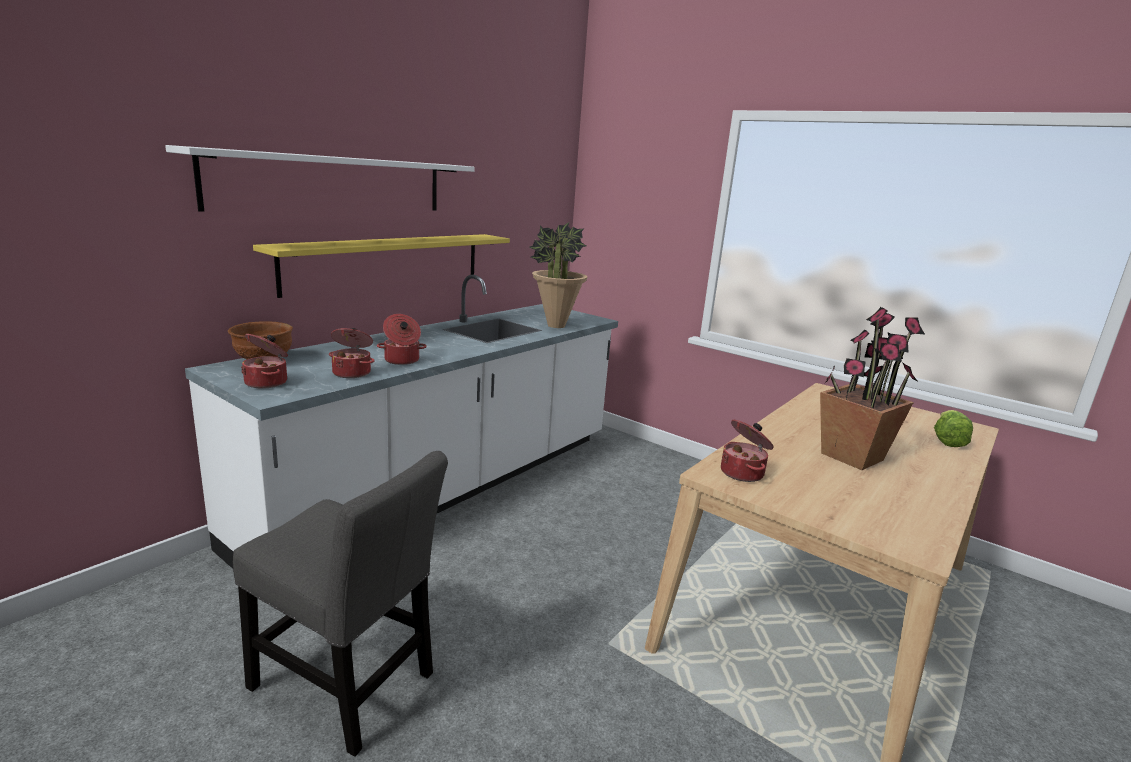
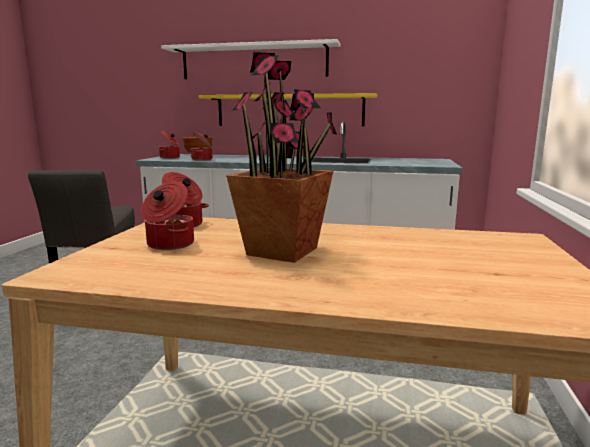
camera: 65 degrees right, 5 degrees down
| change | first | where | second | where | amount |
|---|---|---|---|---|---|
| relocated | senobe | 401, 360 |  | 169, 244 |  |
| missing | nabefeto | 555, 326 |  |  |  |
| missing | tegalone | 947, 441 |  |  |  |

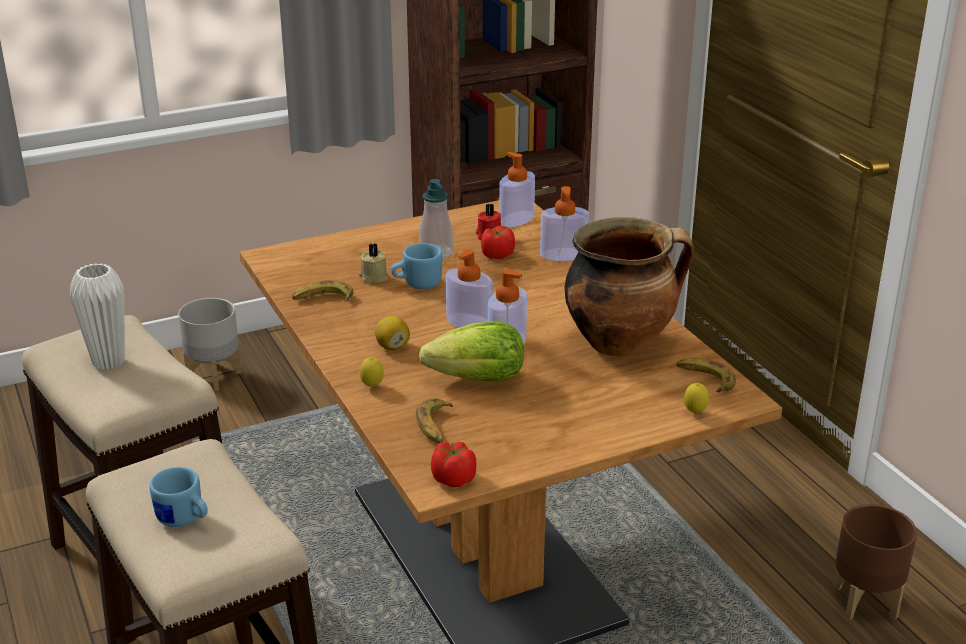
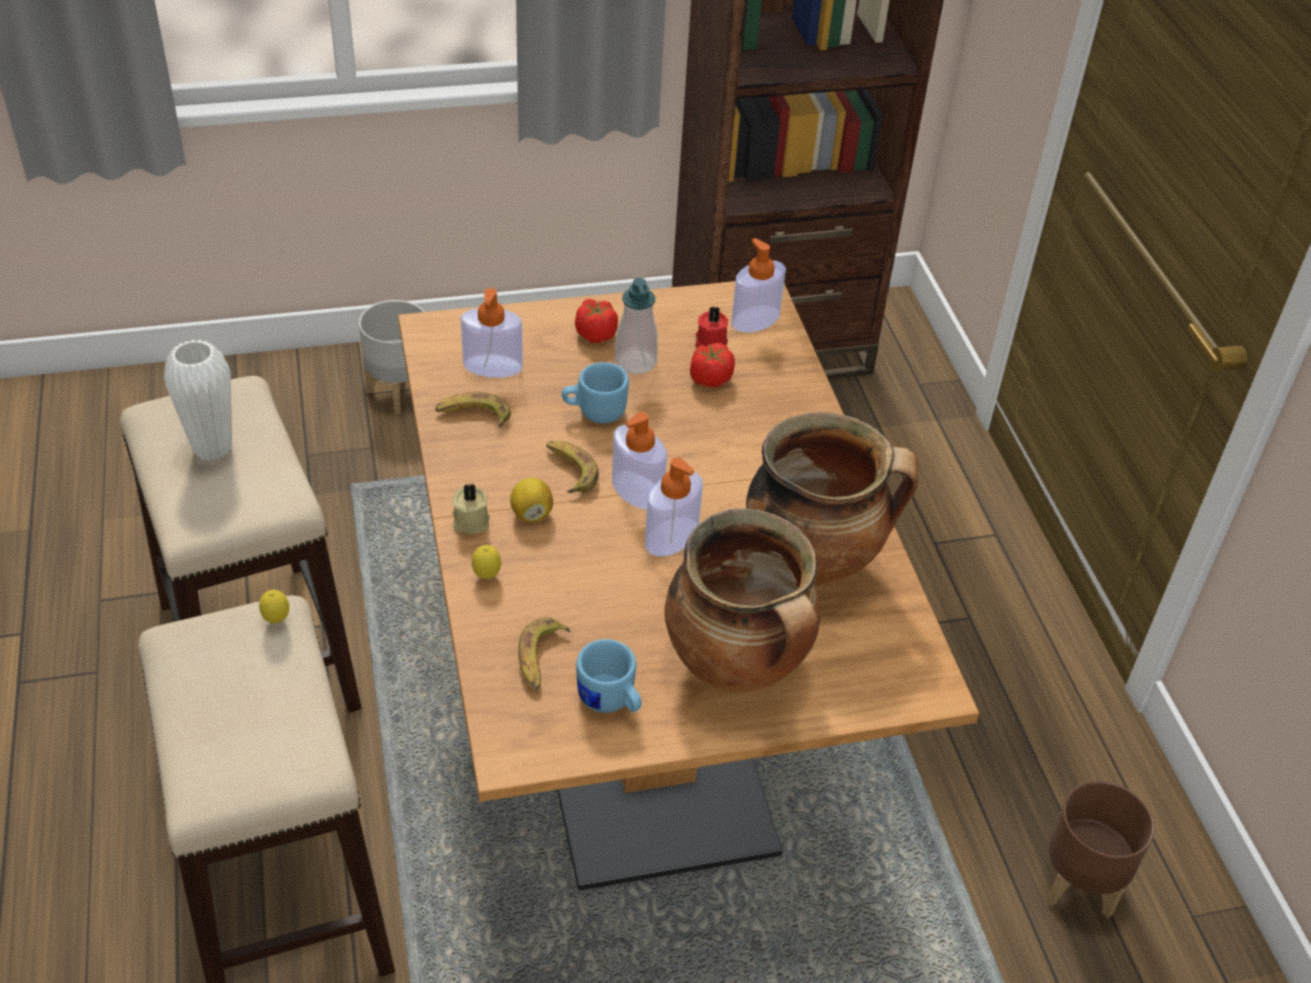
camera: 10 degrees right, 15 degrees up
| change | first | where | second | where | amount |
|---|---|---|---|---|---|
| relocated | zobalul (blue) | 184, 520 |  | 610, 702 |  |
| relocated | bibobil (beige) | 373, 277 |  | 470, 521 |  |
| missing | tegalone | 478, 379 |  |  |  |
| relocated | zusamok | 453, 478 |  | 596, 334 |  |
| relocated | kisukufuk | 563, 255 |  | 492, 366 |  |
| relocated | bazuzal | 705, 379 |  | 570, 470 |  |
| relocated | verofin | 695, 413 |  | 276, 620 |  |
| appeared |  |  | senobe | 739, 668 |  |

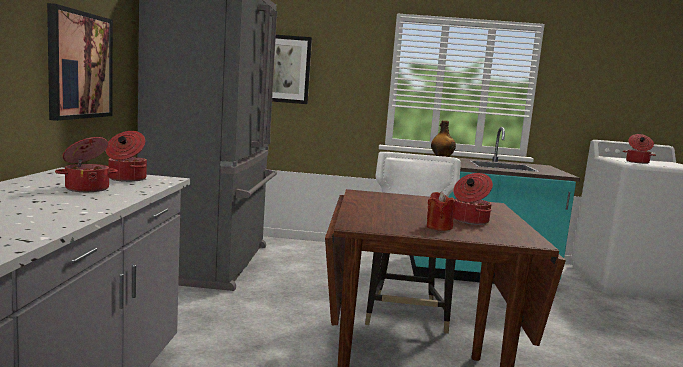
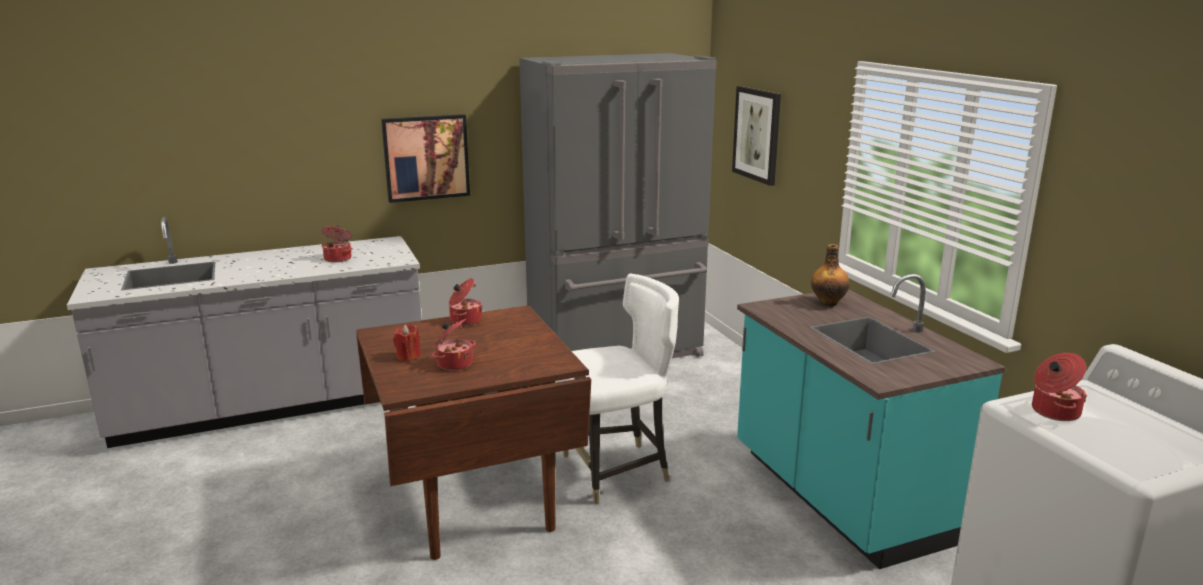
camera: 65 degrees right, 10 degrees up
| change | first | where | second | where | amount |
|---|---|---|---|---|---|
| relocated | senobe | 126, 179 |  | 465, 320 |  |

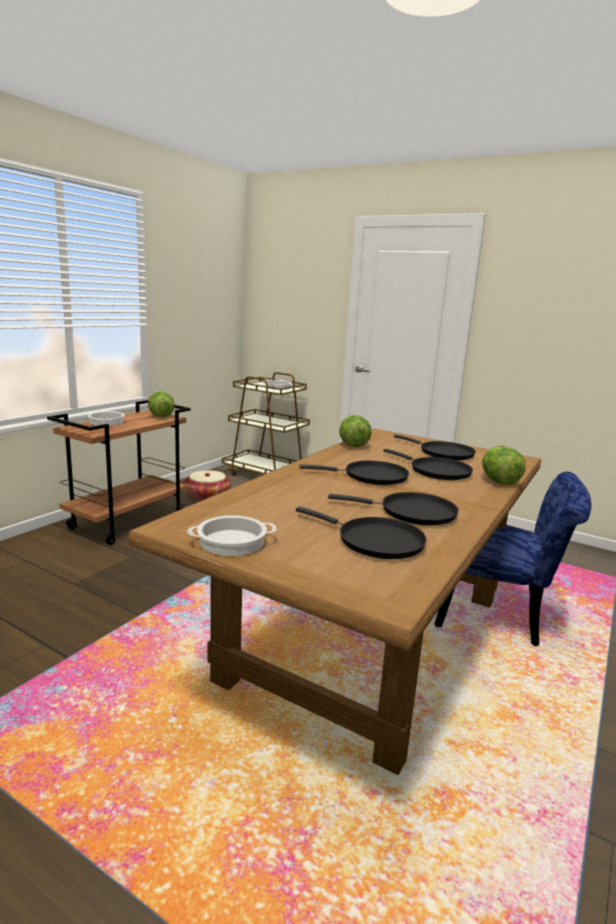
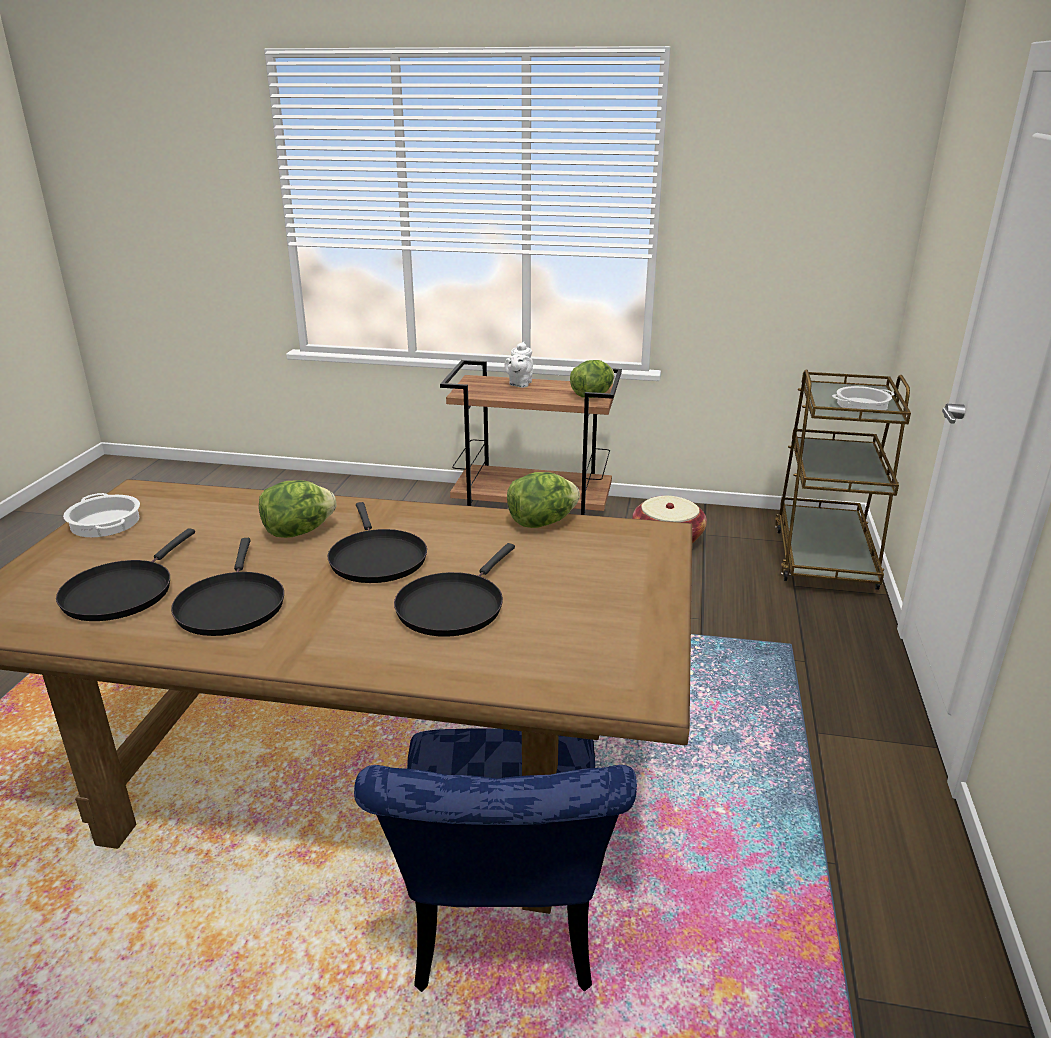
camera: 70 degrees right, 10 degrees up
| change | first | where | second | where | amount |
|---|---|---|---|---|---|
| exchanged | senobe | 106, 422 | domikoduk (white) | 519, 384 |  |
| missing | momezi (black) | 443, 453 |  |  |  |
| relocated | tegalone | 499, 481 |  | 298, 532 |  |

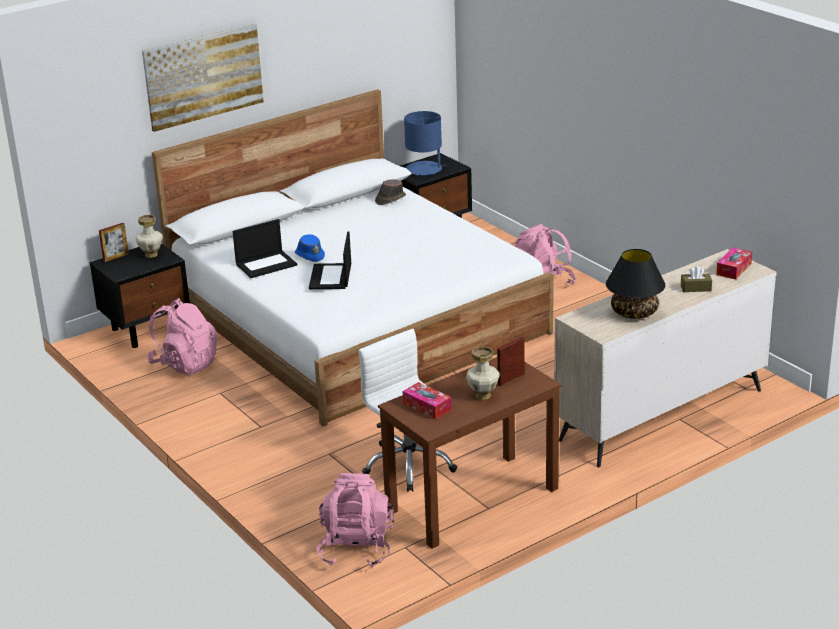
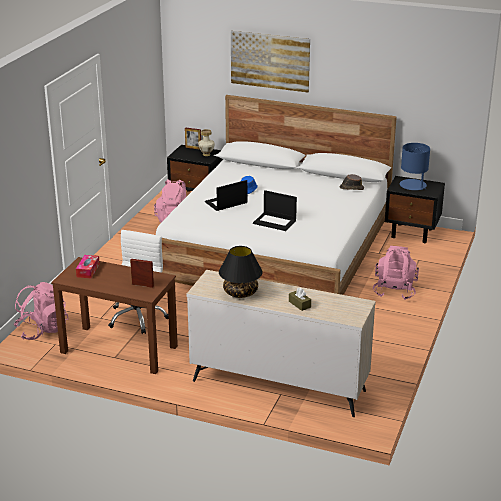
camera: 55 degrees right, 0 degrees up
| change | first | where | second | where | amount |
|---|---|---|---|---|---|
| relocated | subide | 266, 264 |  | 275, 222 |  |
| missing | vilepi | 482, 395 |  |  |  |
| missing | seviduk | 733, 269 |  |  |  |

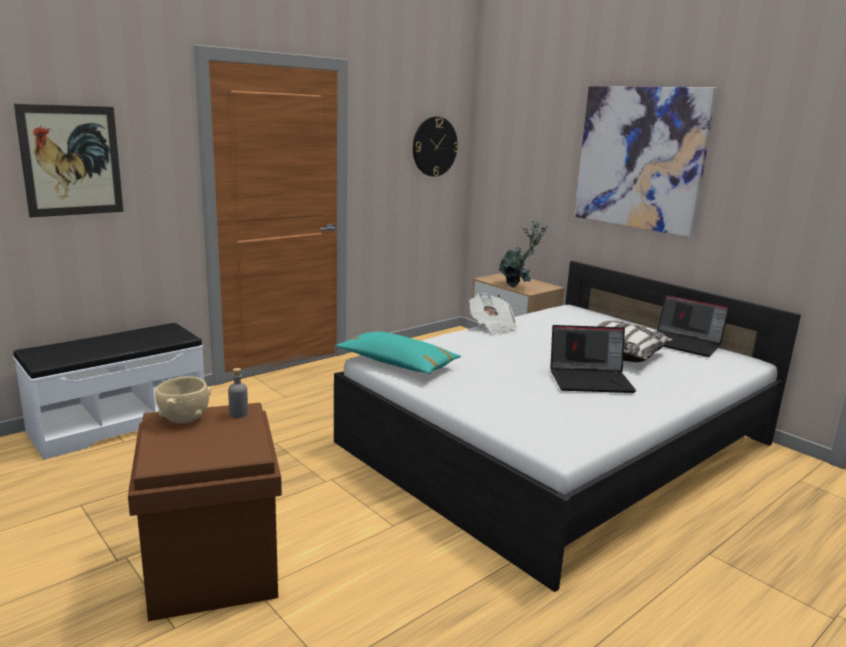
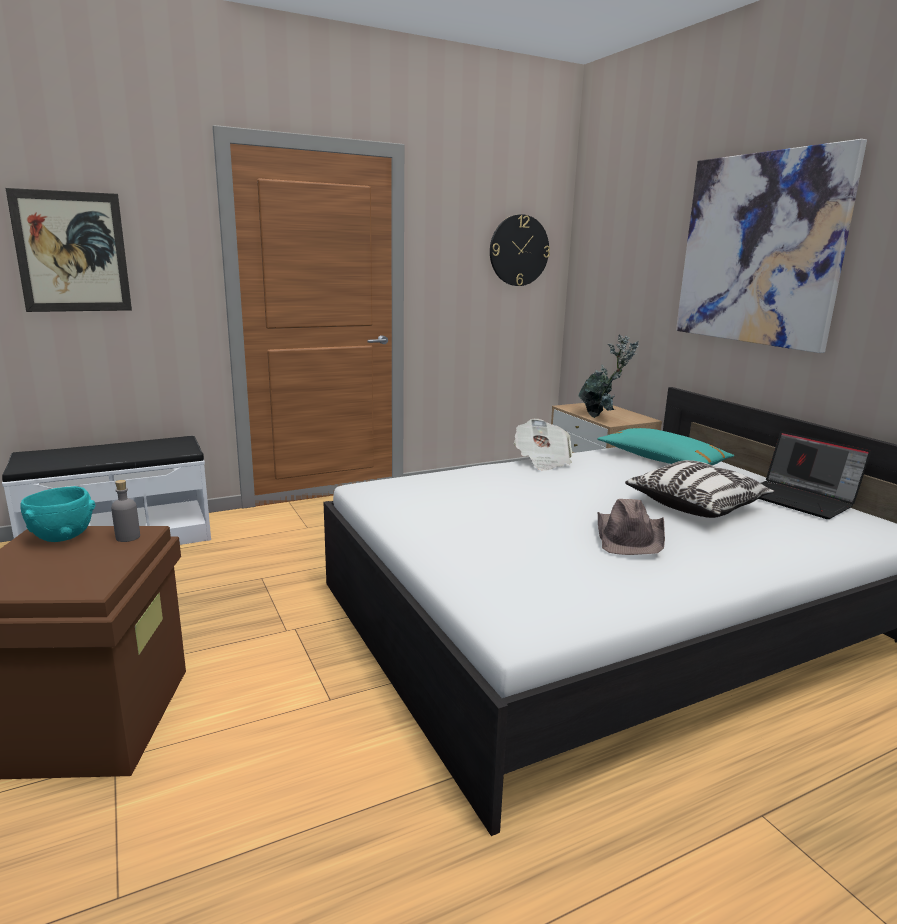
camera: 15 degrees right, 0 degrees up
| change | first | where | second | where | amount |
|---|---|---|---|---|---|
| colour | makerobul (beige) | 184, 419 | makerobul (turquoise) | 63, 537 |  |
| relocated | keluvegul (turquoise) | 397, 363 |  | 661, 460 |  |
| exchanged | subide | 591, 380 | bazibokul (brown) | 630, 536 |  |

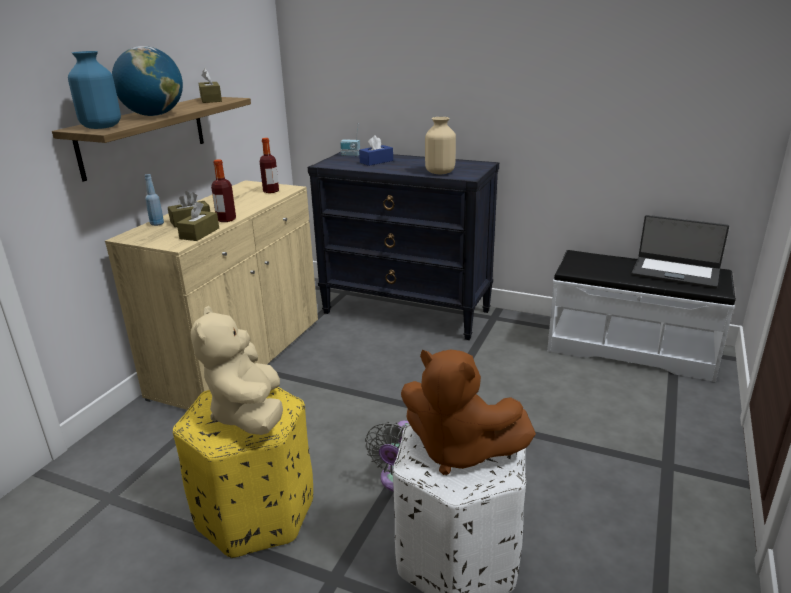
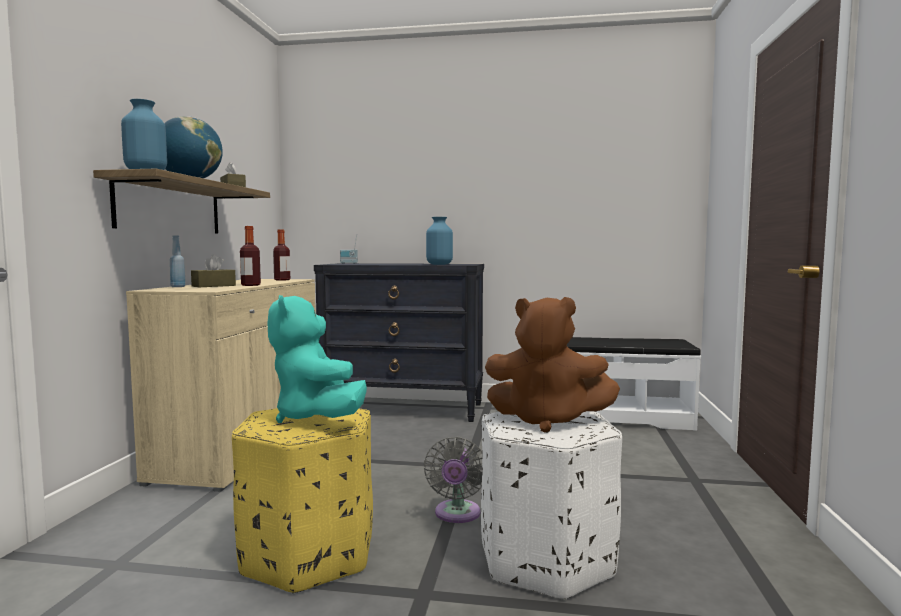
camera: 15 degrees left, 20 degrees down
| change | first | where | second | where | amount |
|---|---|---|---|---|---|
| missing | seviduk (brown) | 199, 233 |  |  |  |
| colour | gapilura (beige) | 249, 414 | gapilura (turquoise) | 316, 417 |  |
| missing | seviduk (blue) | 376, 161 |  |  |  |
| colour | vilepi (beige) | 440, 172 | vilepi (blue) | 439, 264 |  |
| missing | subide | 675, 272 |  |  |  |

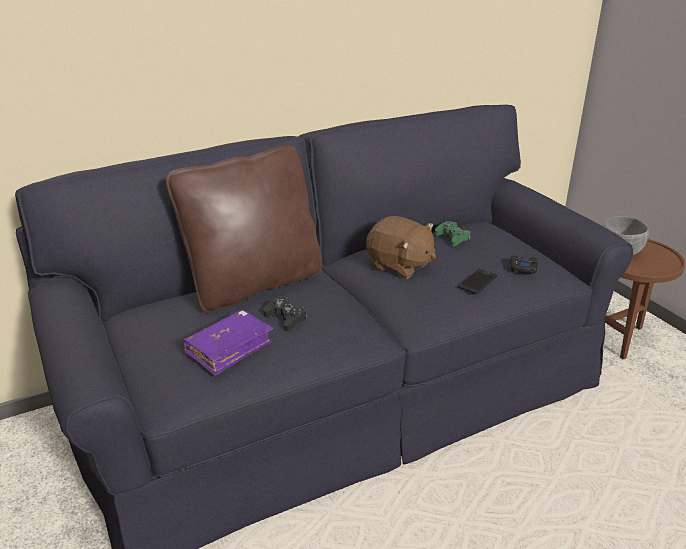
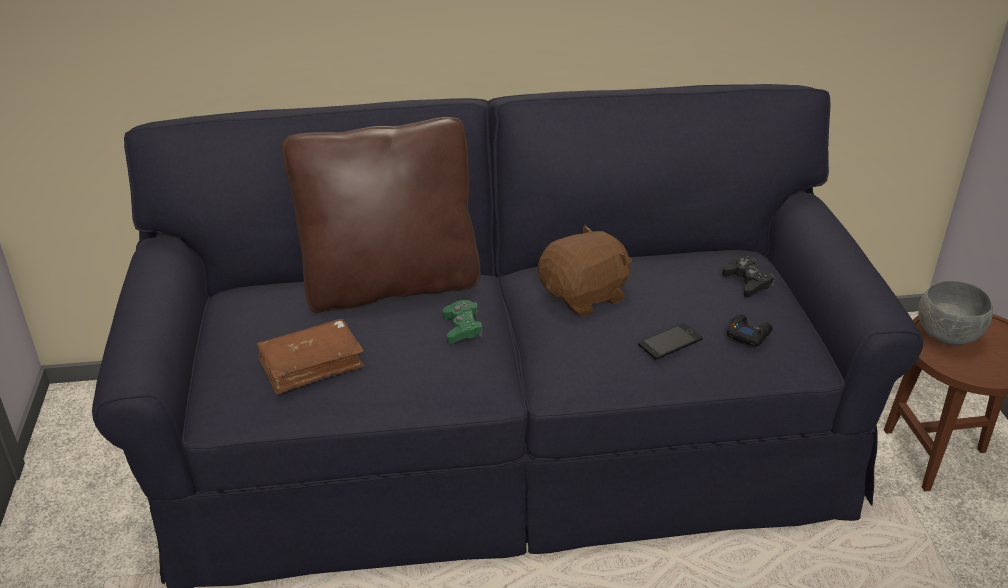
camera: 20 degrees right, 5 degrees up
| change | first | where | second | where | amount |
|---|---|---|---|---|---|
| colour | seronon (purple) | 229, 349 | seronon (brown) | 311, 364 |  |
| relocated | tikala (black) | 285, 318 |  | 747, 282 |  |
| spun | gapilura (brown) | 400, 266 |  | 584, 296 | 90 degrees counterclockwise |
| relocated | tikala (green) | 452, 238 |  | 462, 328 |  |

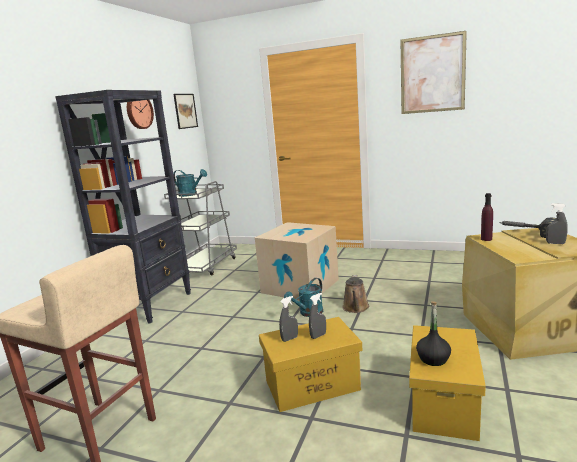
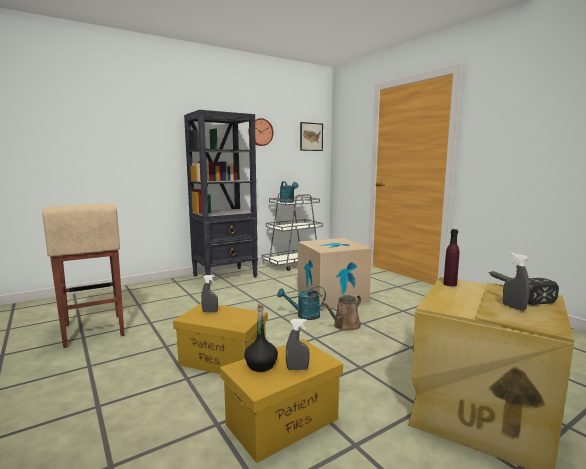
camera: 35 degrees right, 5 degrees down
| change | first | where | second | where | amount |
|---|---|---|---|---|---|
| relocated | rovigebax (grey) | 318, 336 |  | 297, 369 |  |
| missing | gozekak | 432, 74 |  |  |  |

